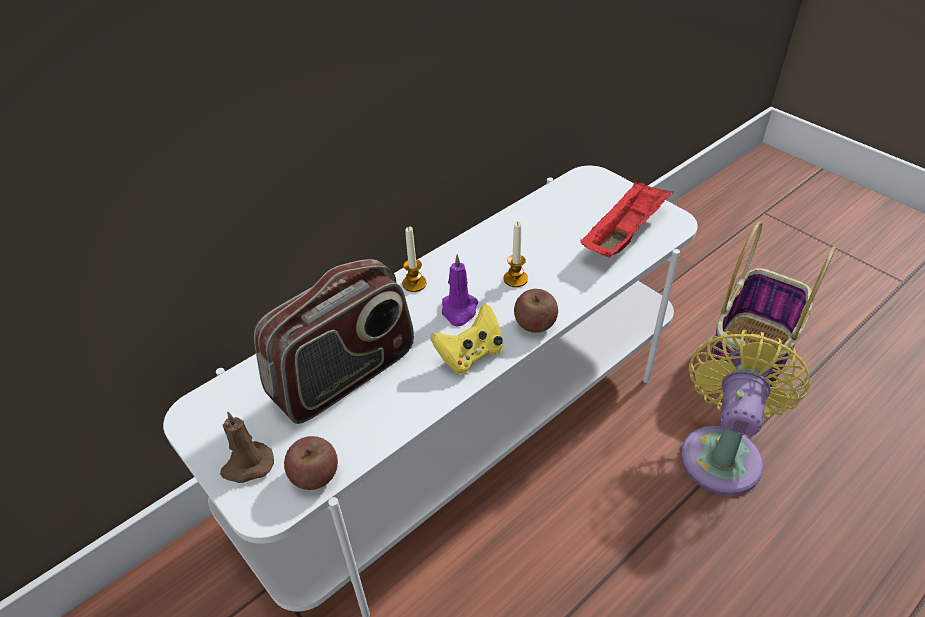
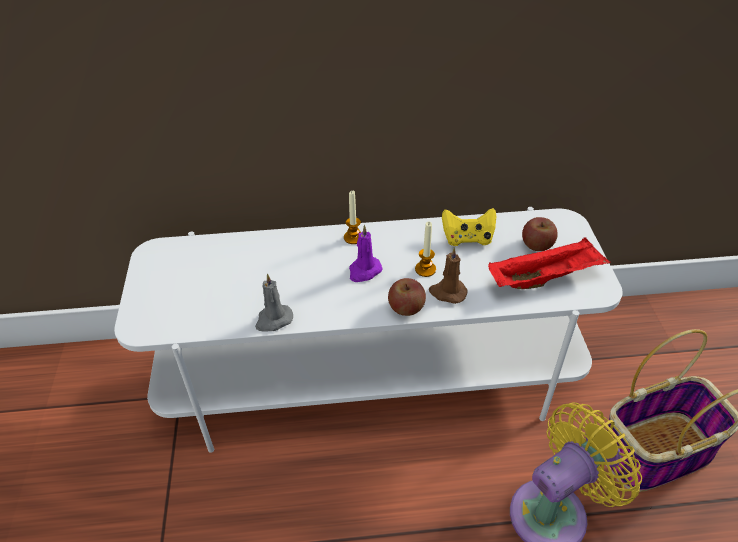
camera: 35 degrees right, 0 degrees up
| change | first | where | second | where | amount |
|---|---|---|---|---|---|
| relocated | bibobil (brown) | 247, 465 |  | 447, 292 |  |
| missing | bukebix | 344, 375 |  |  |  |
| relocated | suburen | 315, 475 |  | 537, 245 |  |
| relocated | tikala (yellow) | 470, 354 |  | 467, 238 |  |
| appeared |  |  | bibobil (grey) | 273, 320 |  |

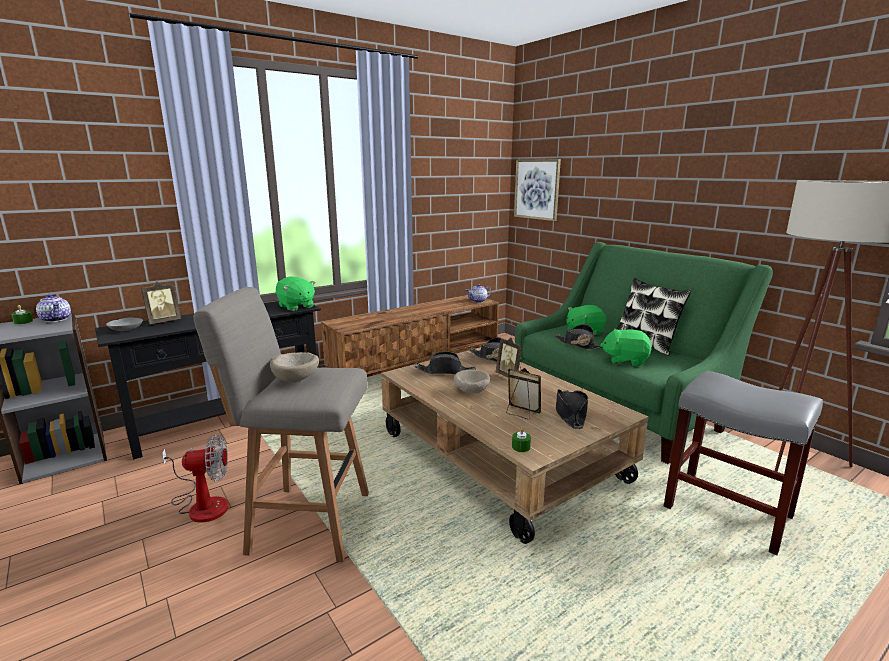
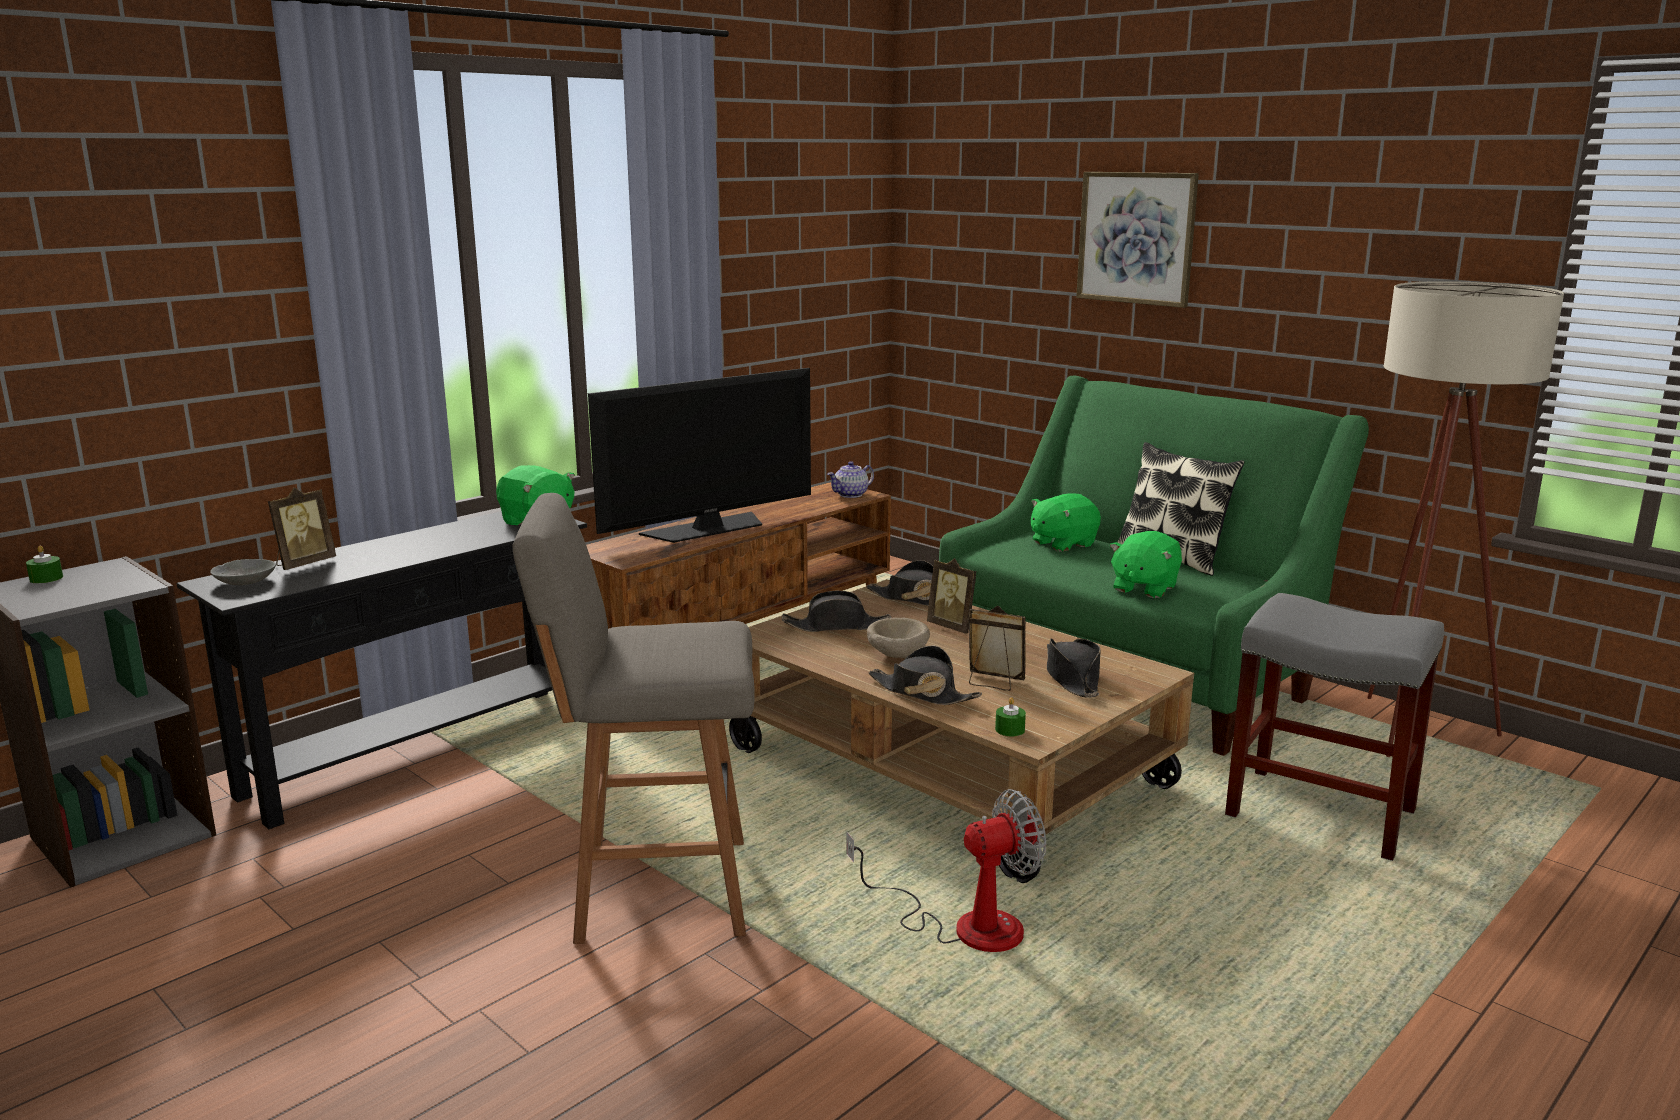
camera: 10 degrees left, 0 degrees up
| change | first | where | second | where | amount |
|---|---|---|---|---|---|
| missing | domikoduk | 56, 319 |  |  |  |
| relocated | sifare | 202, 504 |  | 965, 925 |  |
| missing | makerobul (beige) | 297, 379 |  |  |  |
| relocated | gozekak | 537, 189 |  | 1136, 238 |  |
| relocated | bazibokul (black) | 578, 345 |  | 922, 692 |  |
| spun | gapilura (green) | 625, 360 |  | 1144, 588 | 60 degrees counterclockwise |
| appeared |  |  | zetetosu | 708, 528 |  |

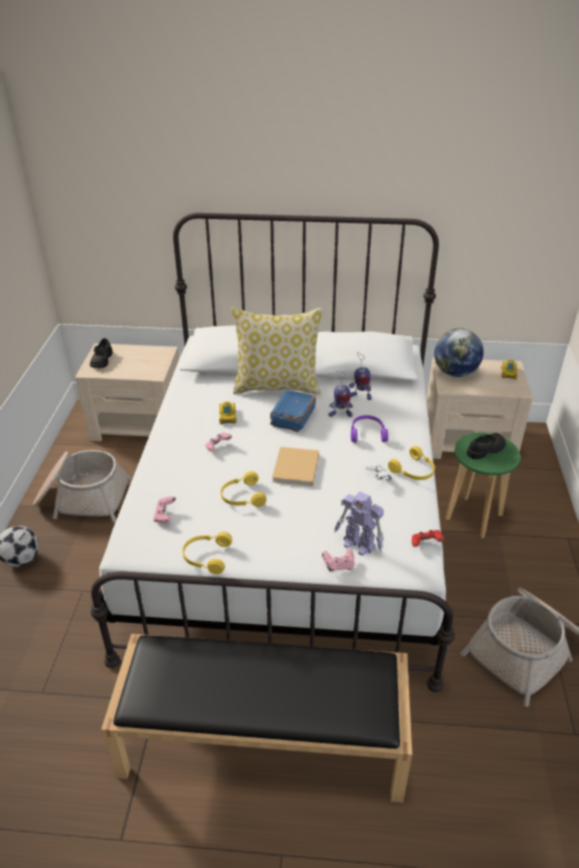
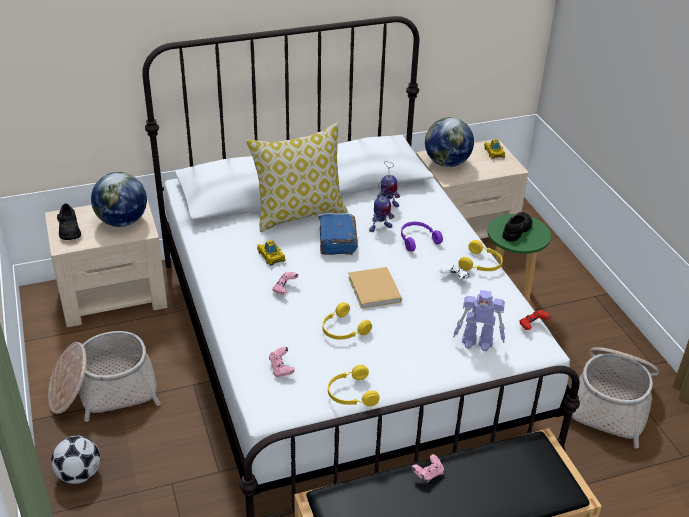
camera: 25 degrees left, 0 degrees up
| change | first | where | second | where | amount |
|---|---|---|---|---|---|
| relocated | tikala (pink) | 338, 566 |  | 427, 474 |  |
| appeared |  |  | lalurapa | 122, 221 |  |

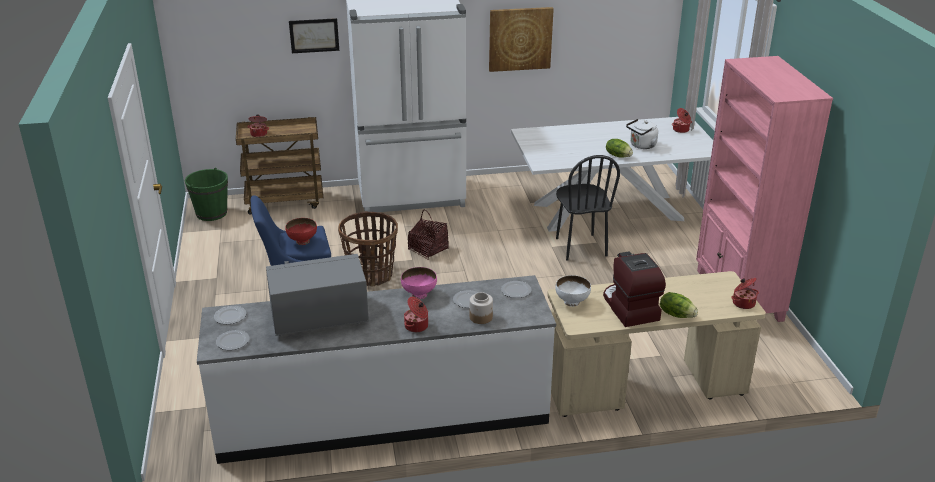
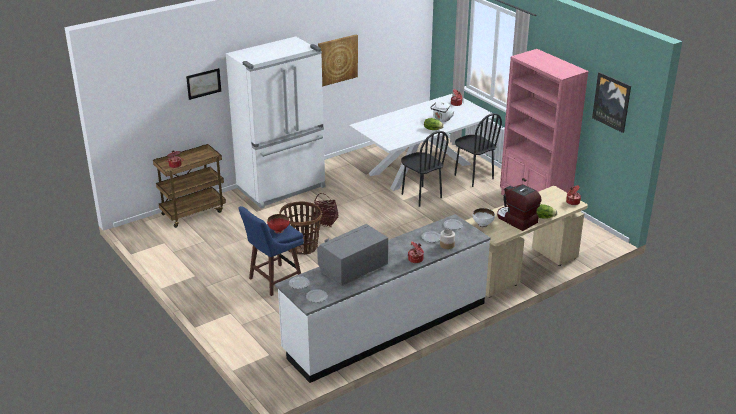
camera: 25 degrees left, 0 degrees up
| change | first | where | second | where | amount |
|---|---|---|---|---|---|
| missing | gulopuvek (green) | 211, 213 |  |  |  |
| missing | makerobul (pink) | 419, 294 |  |  |  |
| appeared |  |  | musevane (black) | 473, 177 |  |
| appeared |  |  | gozekak | 612, 102 |  |

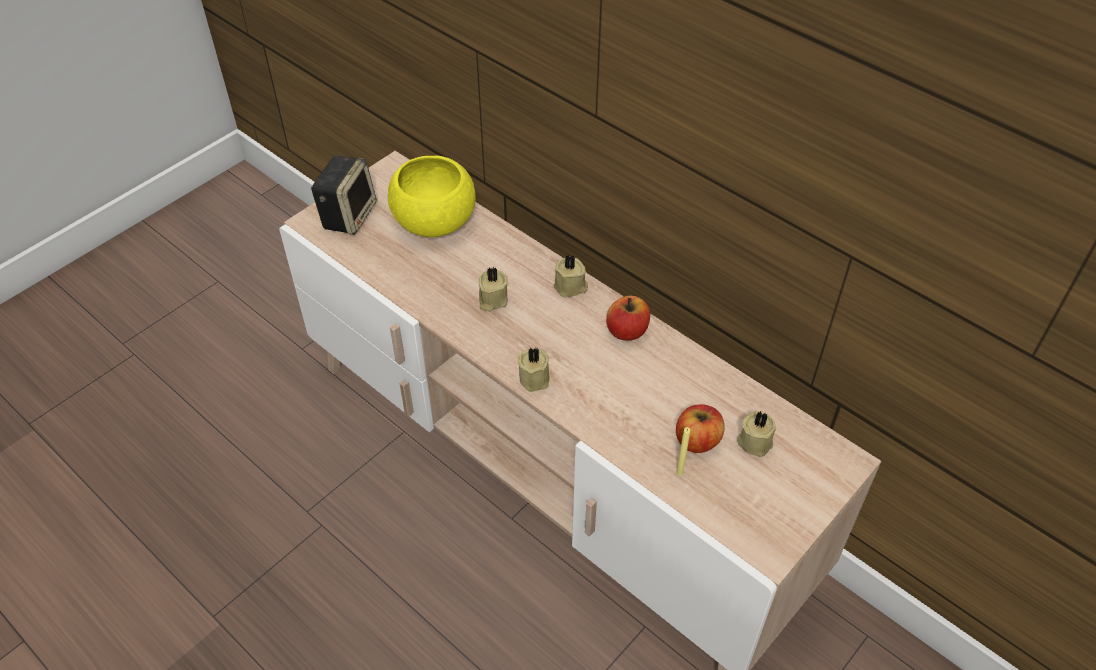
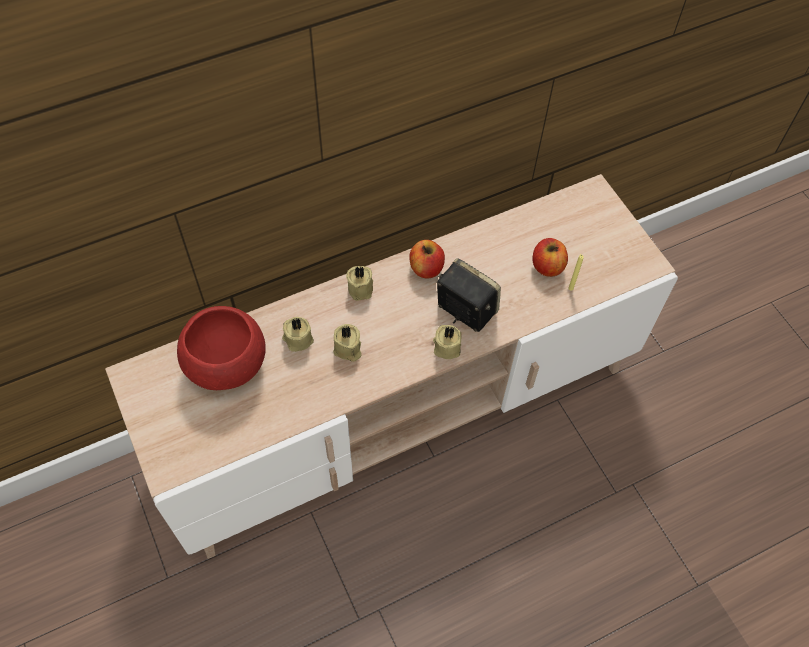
camera: 70 degrees left, 10 degrees up
| change | first | where | second | where | amount |
|---|---|---|---|---|---|
| relocated | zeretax | 348, 215 |  | 464, 310 |  |
| colour | makerobul (yellow) | 434, 221 | makerobul (red) | 227, 364 |  |
| relocated | bibobil (beige) | 755, 441 |  | 297, 339 |  |

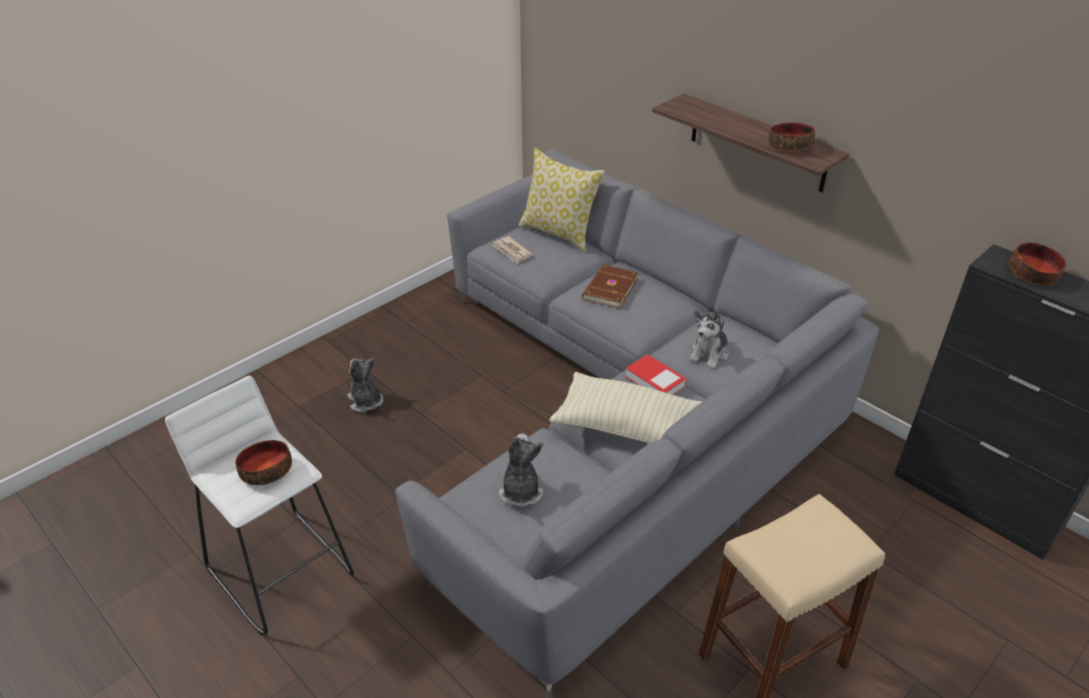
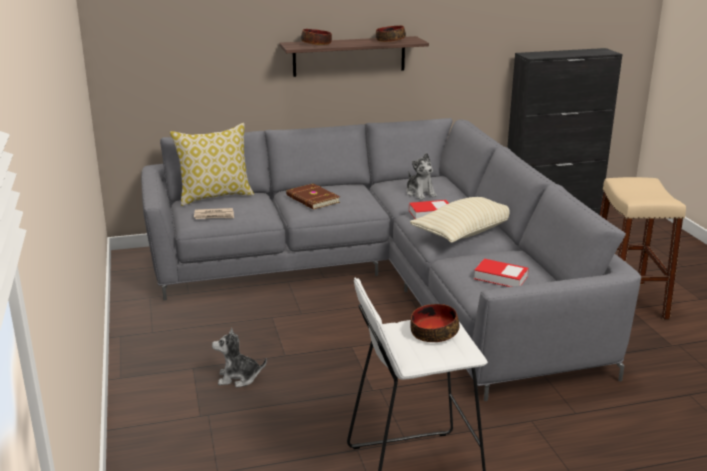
camera: 60 degrees left, 15 degrees down
| change | first | where | second | where | amount |
|---|---|---|---|---|---|
| exchanged | gapilura | 520, 491 | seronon | 500, 277 |  |
| relocated | makerobul | 1033, 274 |  | 317, 44 |  |

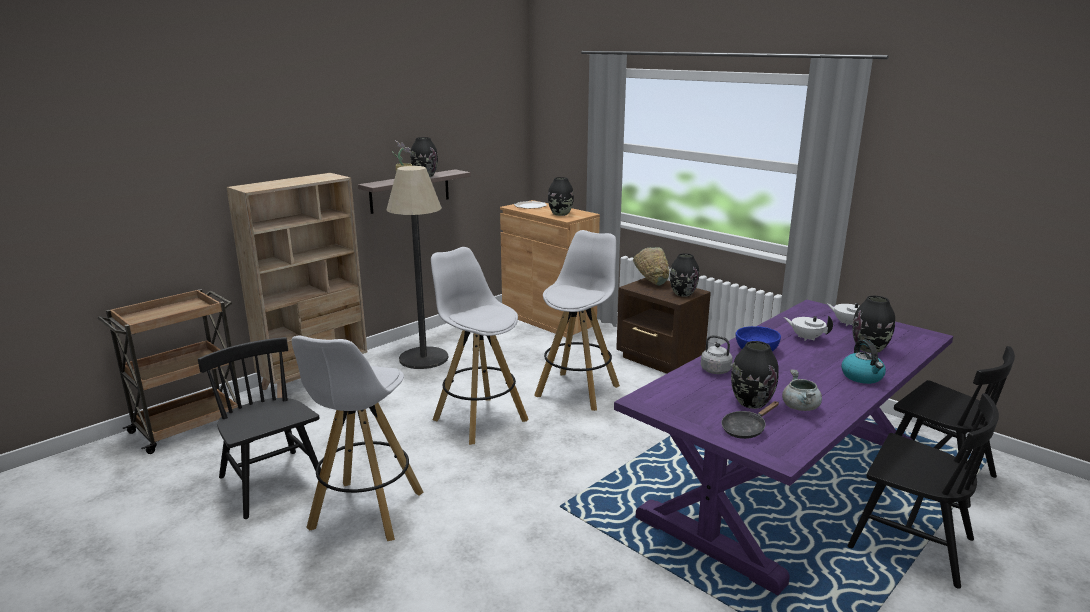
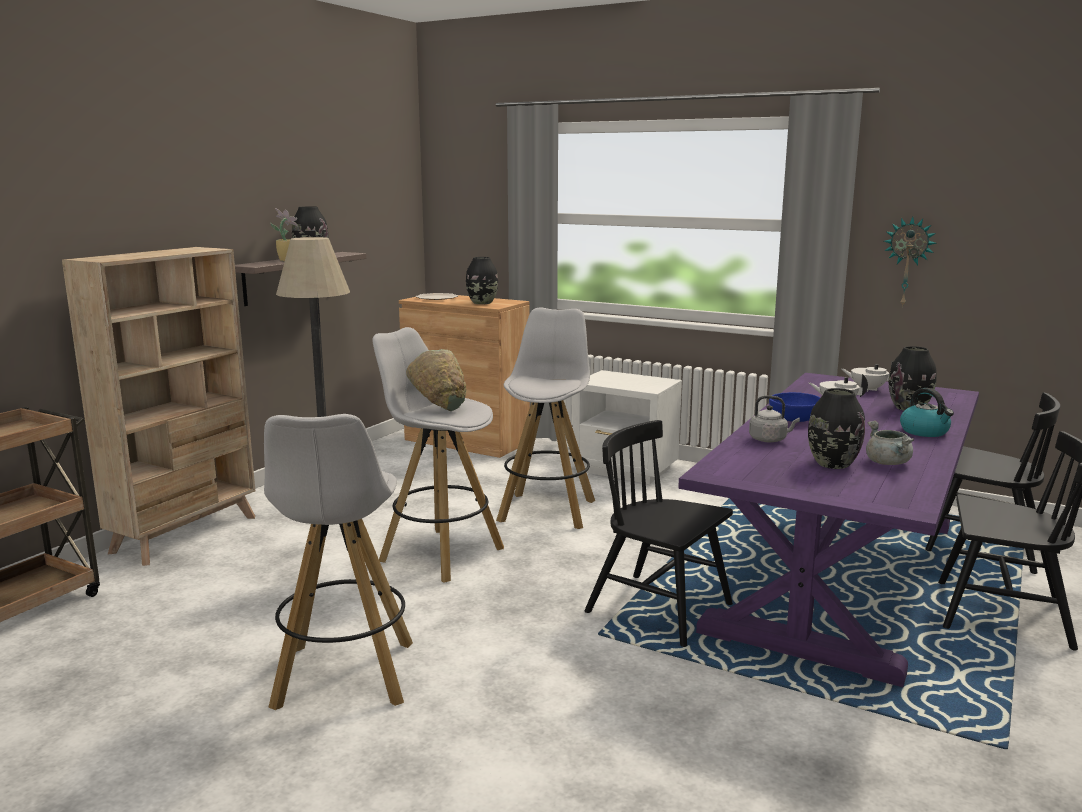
camera: 15 degrees left, 5 degrees down
| change | first | where | second | where | amount |
|---|---|---|---|---|---|
| relocated | musevane (black) | 272, 483 |  | 659, 609 |  |
| colour | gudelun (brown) | 660, 360 | gudelun (white) | 626, 470 |  |
| relocated | makerobul (green) | 651, 282 |  | 439, 408 |  |
| missing | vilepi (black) | 683, 293 |  |  |  |
| missing | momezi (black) | 746, 429 |  |  |  |
| appeared |  |  | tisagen | 908, 262 |  |

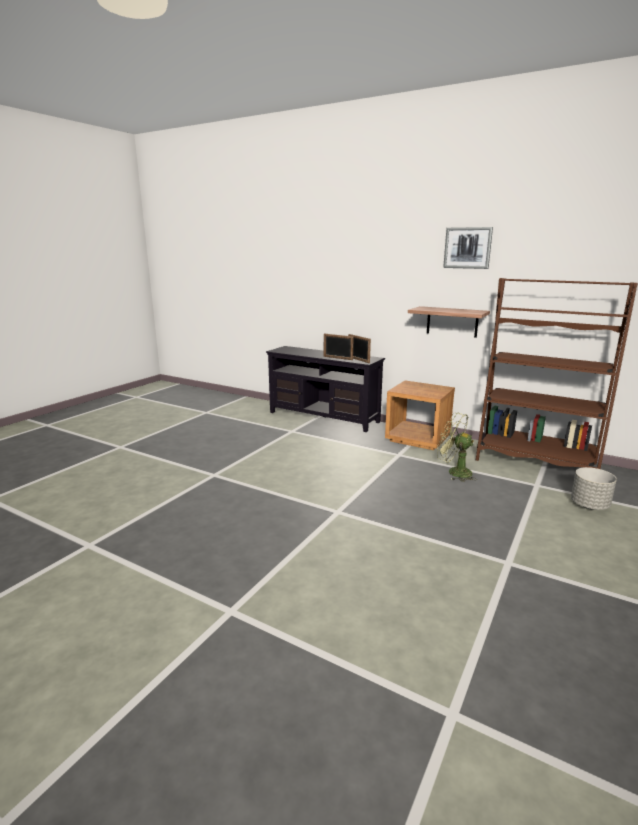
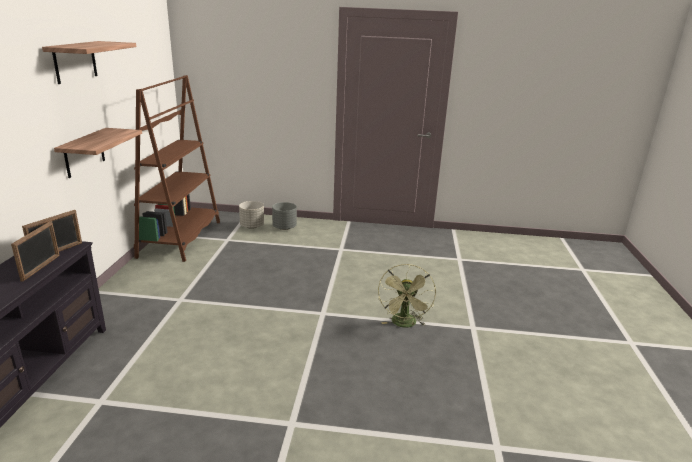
camera: 115 degrees left, 5 degrees up
| change | first | where | second | where | amount |
|---|---|---|---|---|---|
| missing | gudelun (brown) | 418, 439 |  |  |  |
| relocated | sifare (green) | 454, 472 |  | 404, 324 |  |
| exchanged | gozekak | 467, 248 | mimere | 75, 61 |  |
| appeared |  |  | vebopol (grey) | 284, 227 |  |

